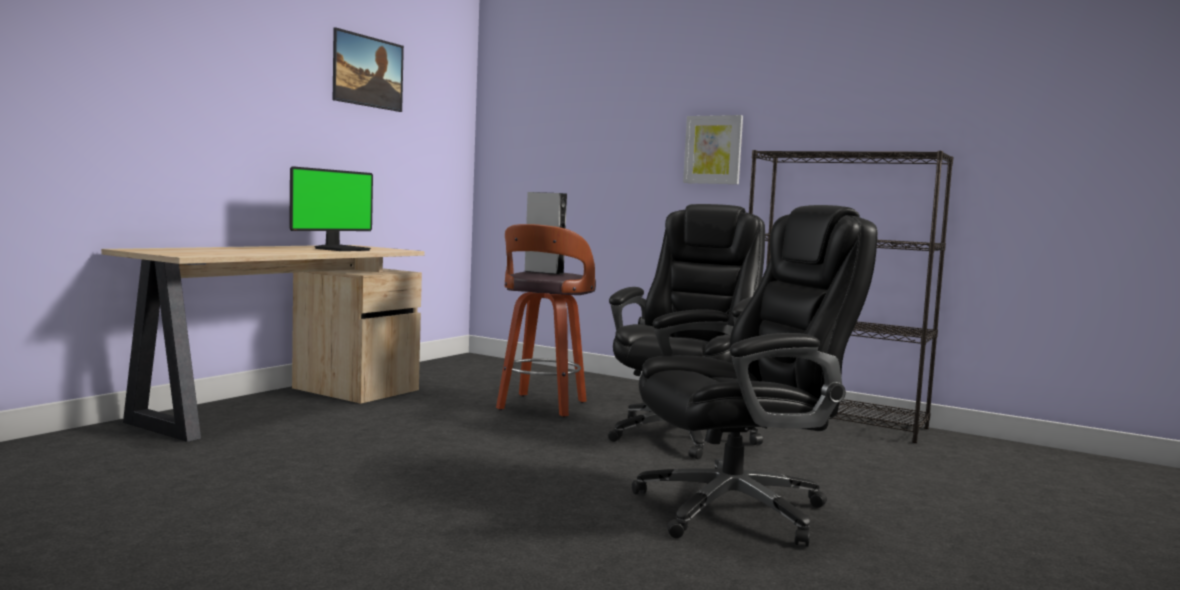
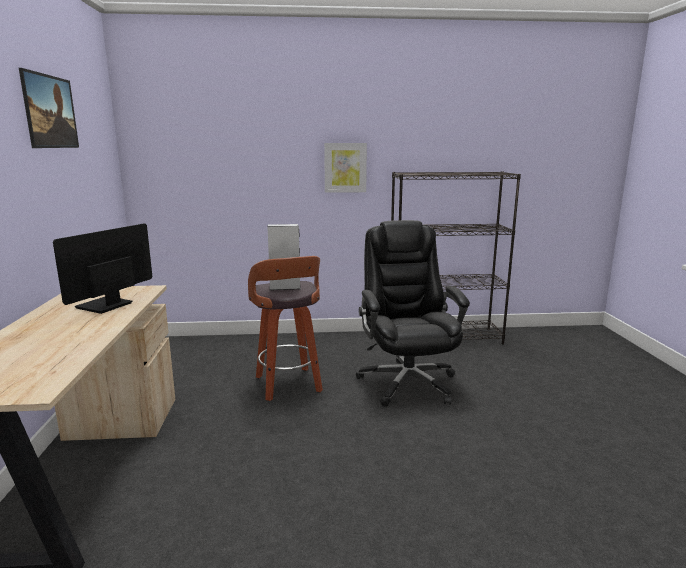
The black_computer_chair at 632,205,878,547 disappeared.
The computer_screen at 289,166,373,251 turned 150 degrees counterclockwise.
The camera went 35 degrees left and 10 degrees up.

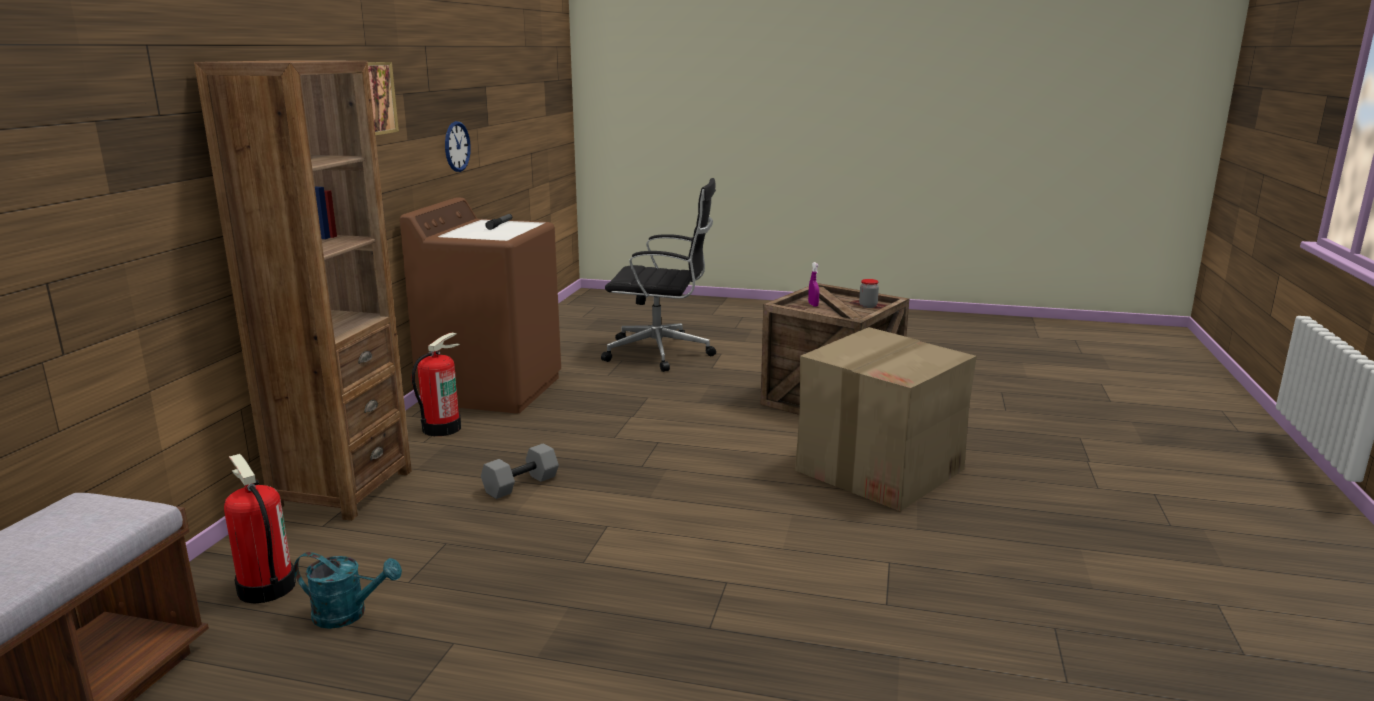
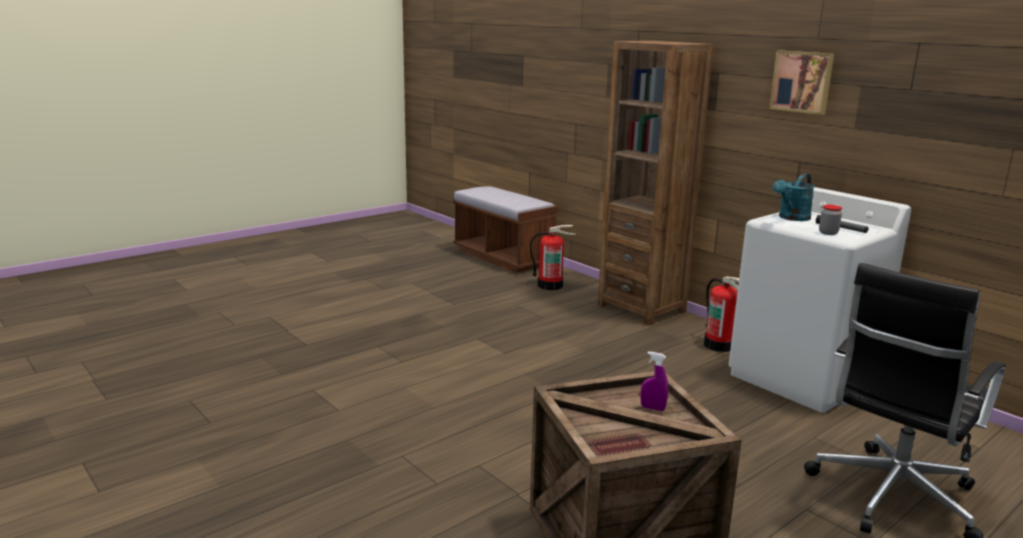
The wall_clock at 445,121,471,172 disappeared.
The greyish_dumbbell at 481,444,559,499 disappeared.
The packing_box at 795,327,977,511 disappeared.
The turquoise-coloured_sprinkling_can moved from 294,552,402,629 to 773,173,815,221.
The preserve_jar moved from 859,279,879,308 to 819,205,842,235.
The brown-coloured_laundry_machine at 400,197,561,413 became the white-coloured_laundry_machine at 728,187,911,413.
The camera went 125 degrees right and 0 degrees up.

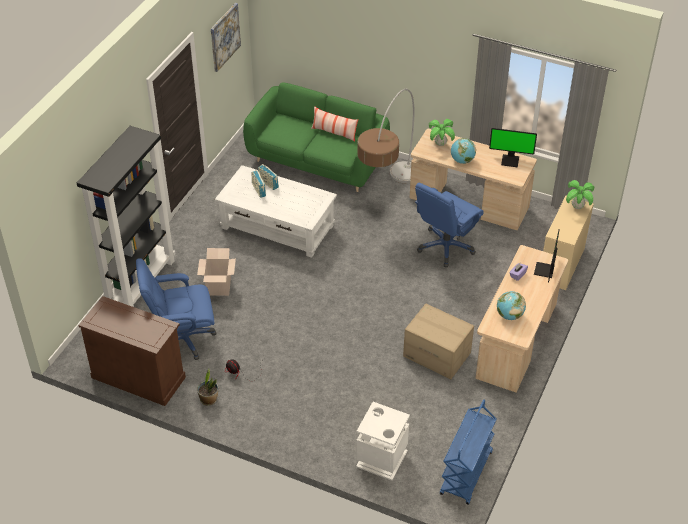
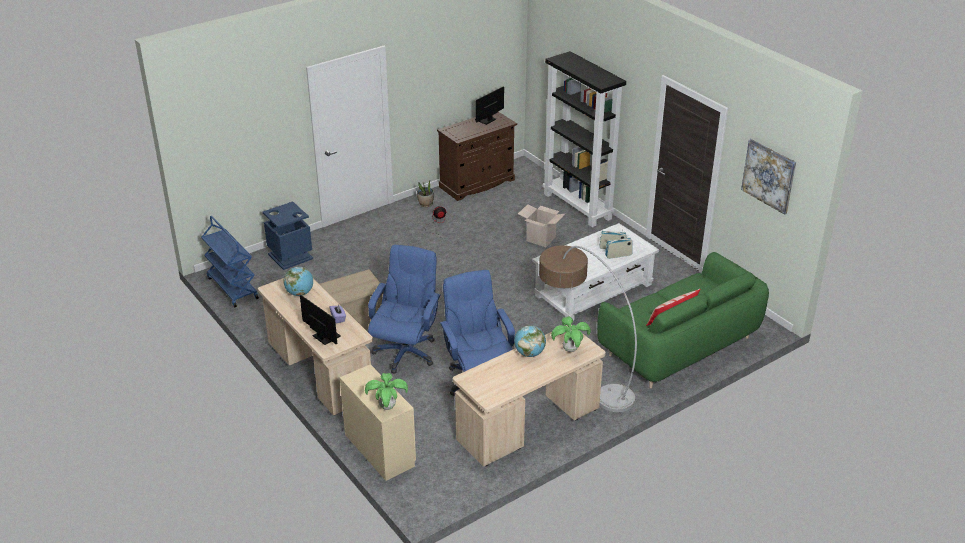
The bluish_computer_chair moved from 136,258,216,360 to 368,245,441,374.
The computer_screen moved from 489,128,537,167 to 475,86,504,125.
The white-coloured_trash_can at 356,402,410,481 became the bluish_trash_can at 263,201,313,270.
The camera went 120 degrees right and 10 degrees down.

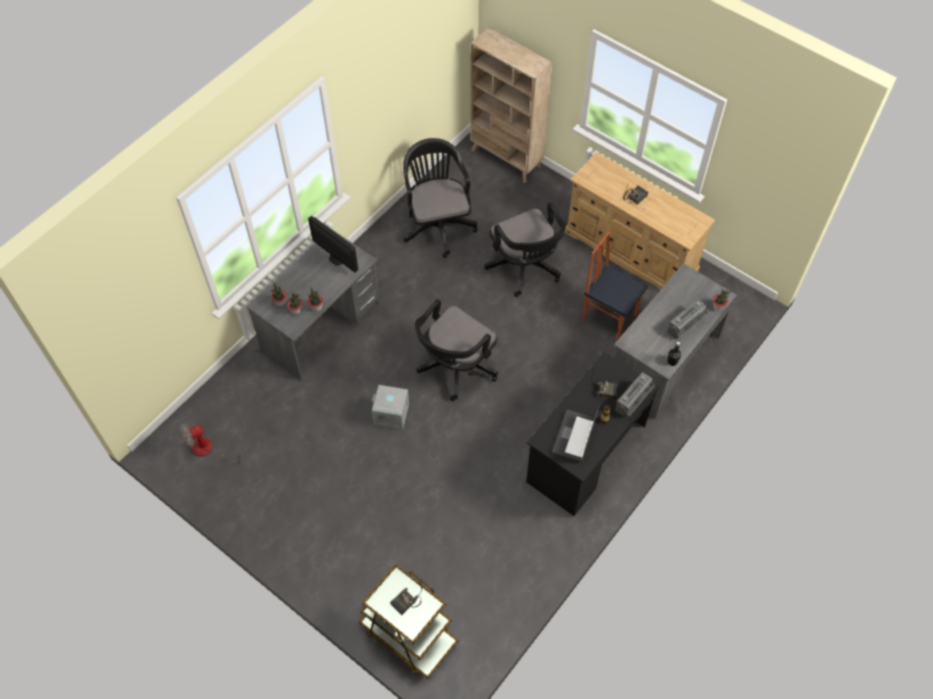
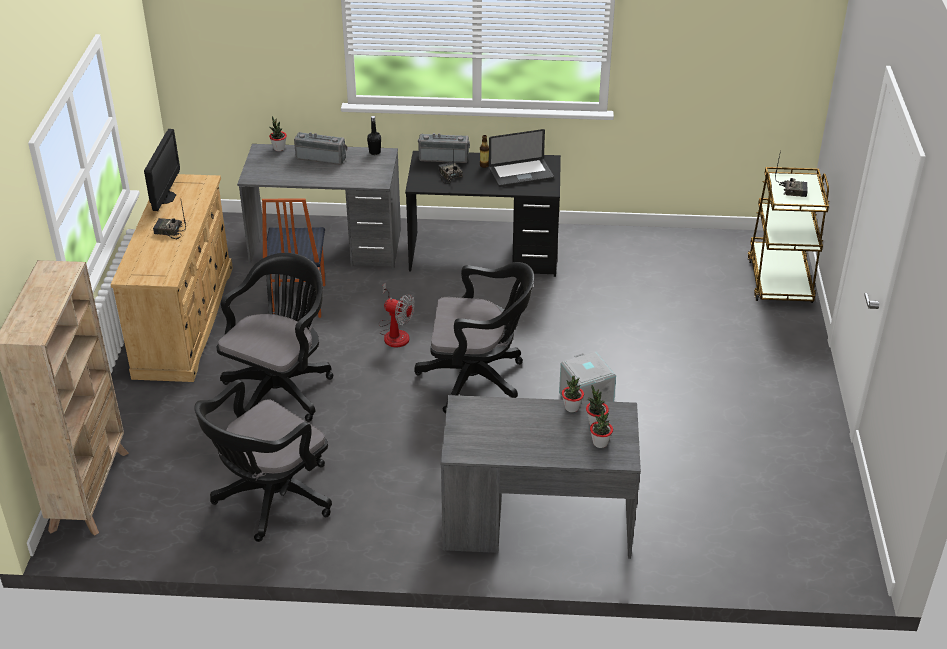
The electric_fan moved from 180,424,243,465 to 379,283,414,347.
The computer_screen moved from 308,216,358,273 to 144,129,180,211.
The camera went 125 degrees left and 20 degrees down.

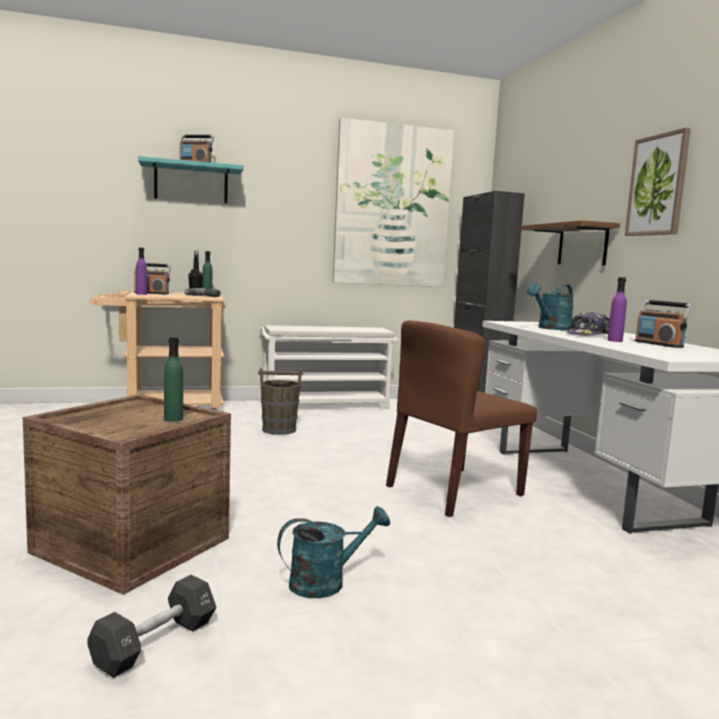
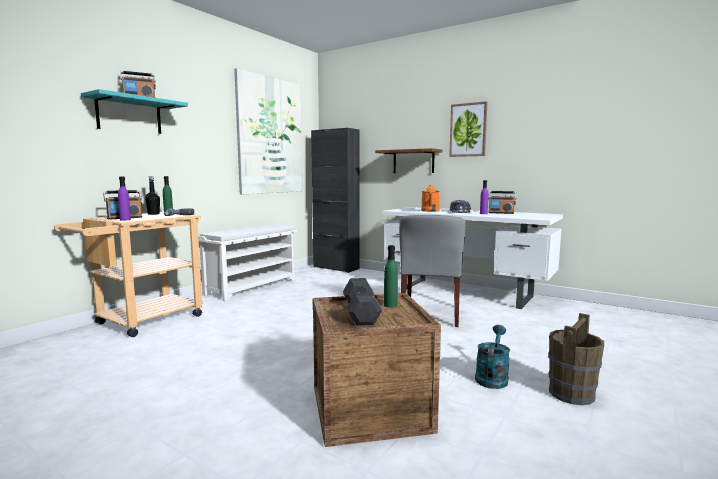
The black_dumbbell moved from 87,575,217,678 to 343,278,382,326.
The brown-coloured_pail moved from 258,368,303,435 to 549,313,604,405.
The brown-coloured_upright_chair at 386,320,537,517 became the greyish_upright_chair at 399,215,466,327.
The turquoise-coloured_sprinkling_can at 527,283,574,330 became the orange-coloured_sprinkling_can at 421,185,439,212.
The camera went 40 degrees left and 0 degrees up.

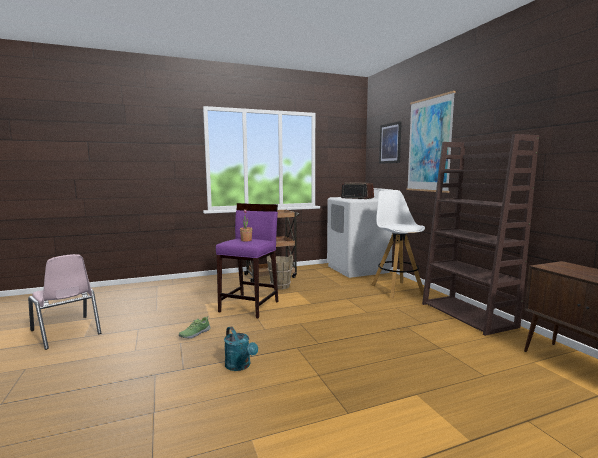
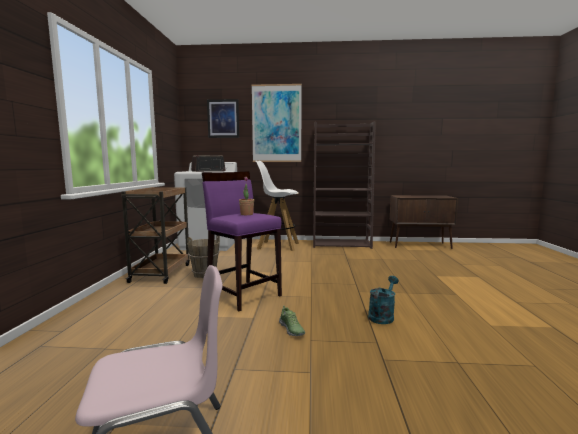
The turquoise-coloured_sprinkling_can at 224,326,258,371 turned 45 degrees counterclockwise.
The camera went 65 degrees left and 0 degrees up.

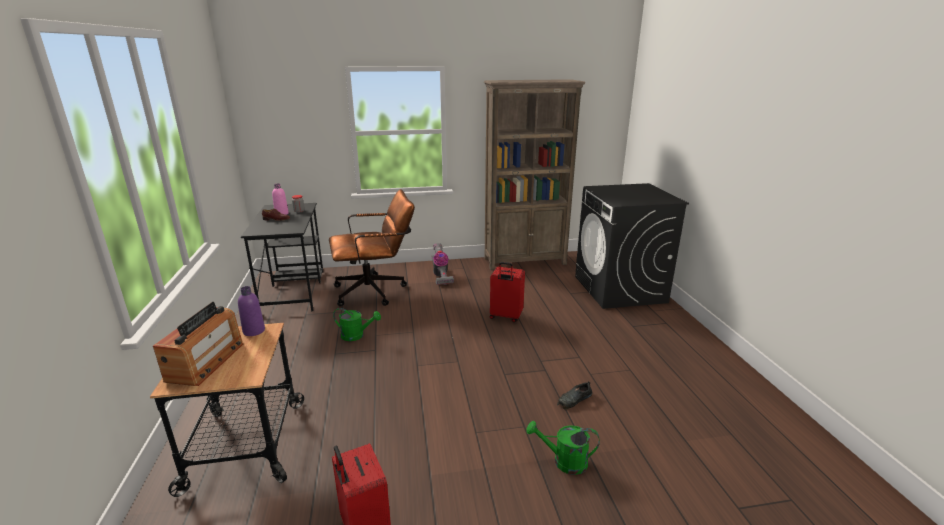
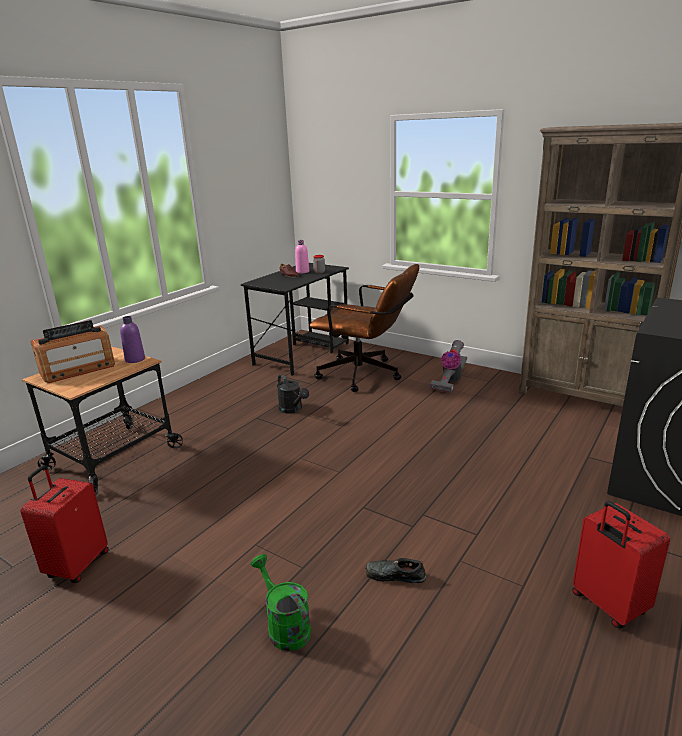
The red_suitcase moved from 490,262,525,322 to 572,501,670,628.
The green-coloured_sprinkling_can at 333,308,381,341 became the black_sprinkling_can at 277,375,309,414.
The camera went 45 degrees right and 0 degrees up.

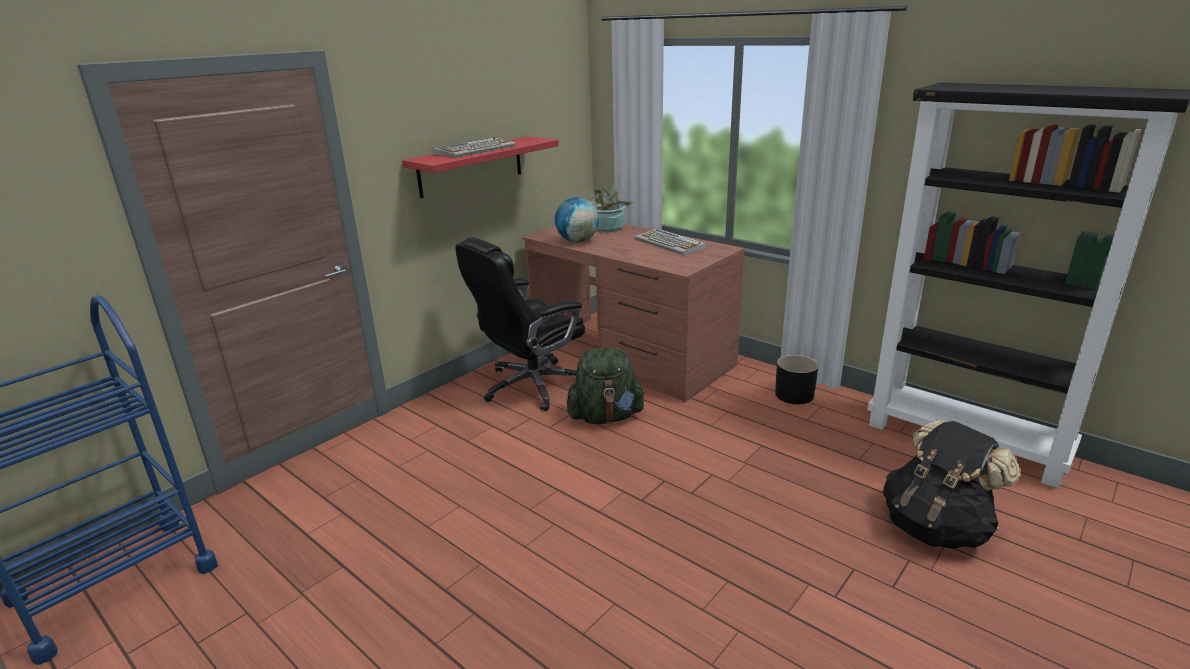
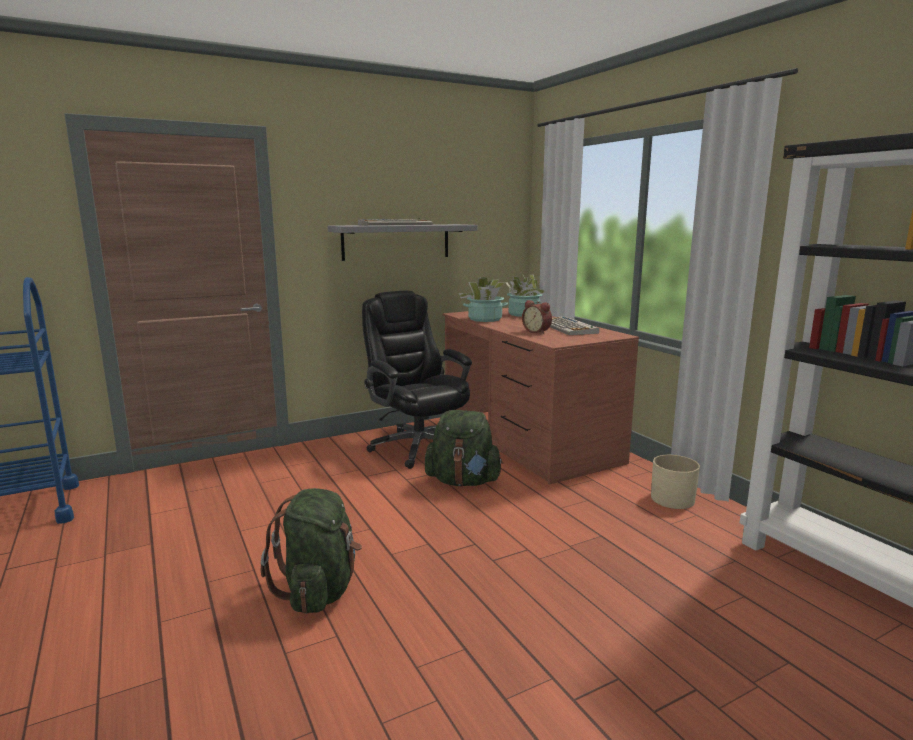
The black_rucksack at 883,420,1020,549 disappeared.
The green-coloured_rucksack at 260,488,362,614 appeared.
The bedside_clock at 522,300,552,334 appeared.
The world_globe at 555,197,599,242 was replaced by the plant_in_a_pot at 459,277,508,322.
The red_bracket_shelf at 402,136,559,198 became the greyish_bracket_shelf at 328,224,477,261.
The black_planter at 775,355,818,404 became the sand-coloured_planter at 651,455,700,509.
The black_computer_chair at 455,237,585,411 turned 75 degrees clockwise.
The camera went 20 degrees right and 10 degrees down.

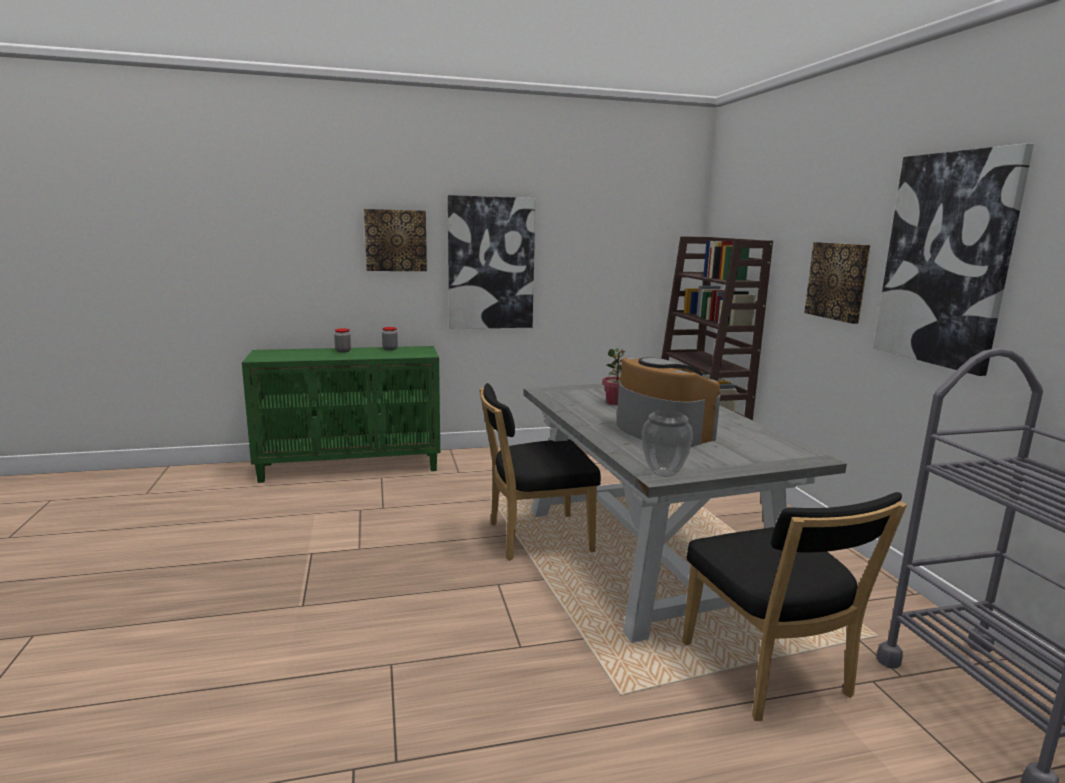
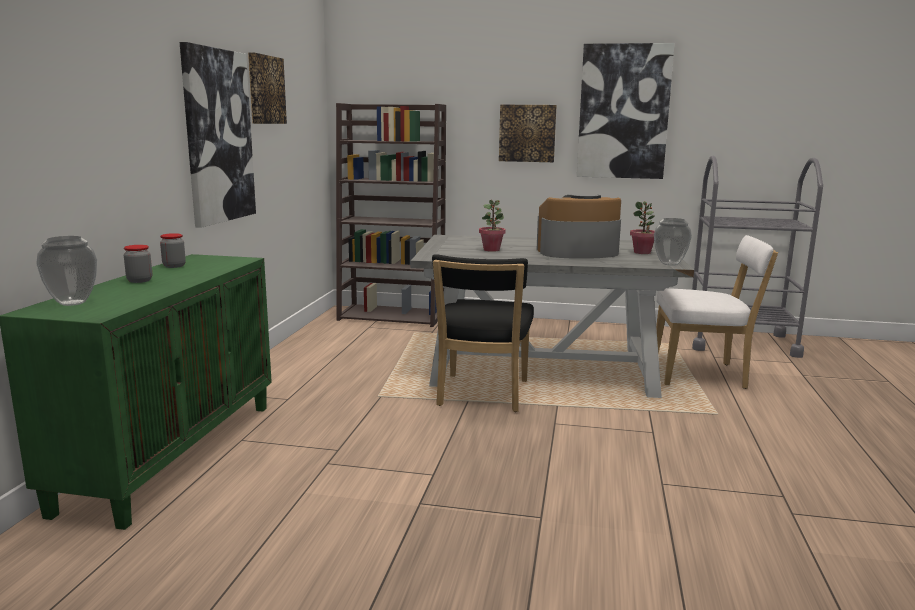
The vase at 36,236,97,306 appeared.
The plant_in_a_pot at 630,201,655,254 appeared.
The wall_art moved from 364,209,427,271 to 248,52,287,124.
The black_upright_chair at 682,492,907,721 became the white-coloured_upright_chair at 656,235,778,389.
The camera went 65 degrees left and 0 degrees up.

